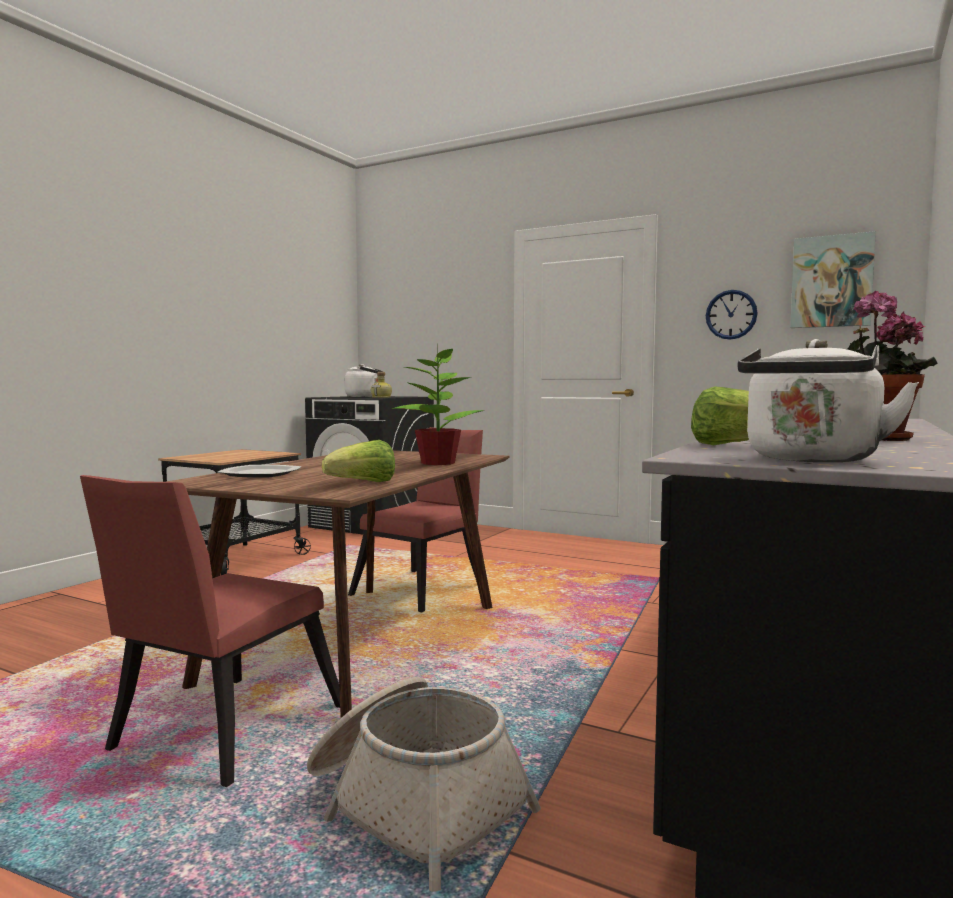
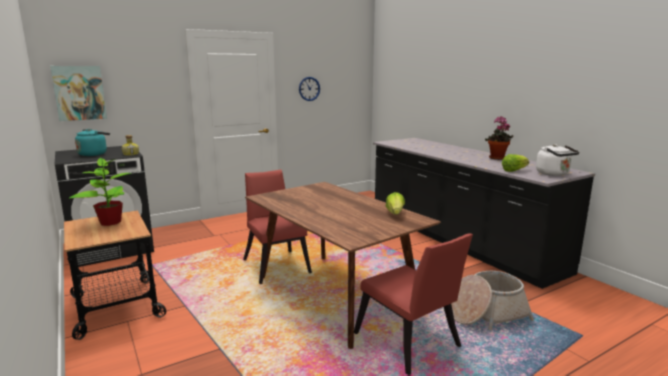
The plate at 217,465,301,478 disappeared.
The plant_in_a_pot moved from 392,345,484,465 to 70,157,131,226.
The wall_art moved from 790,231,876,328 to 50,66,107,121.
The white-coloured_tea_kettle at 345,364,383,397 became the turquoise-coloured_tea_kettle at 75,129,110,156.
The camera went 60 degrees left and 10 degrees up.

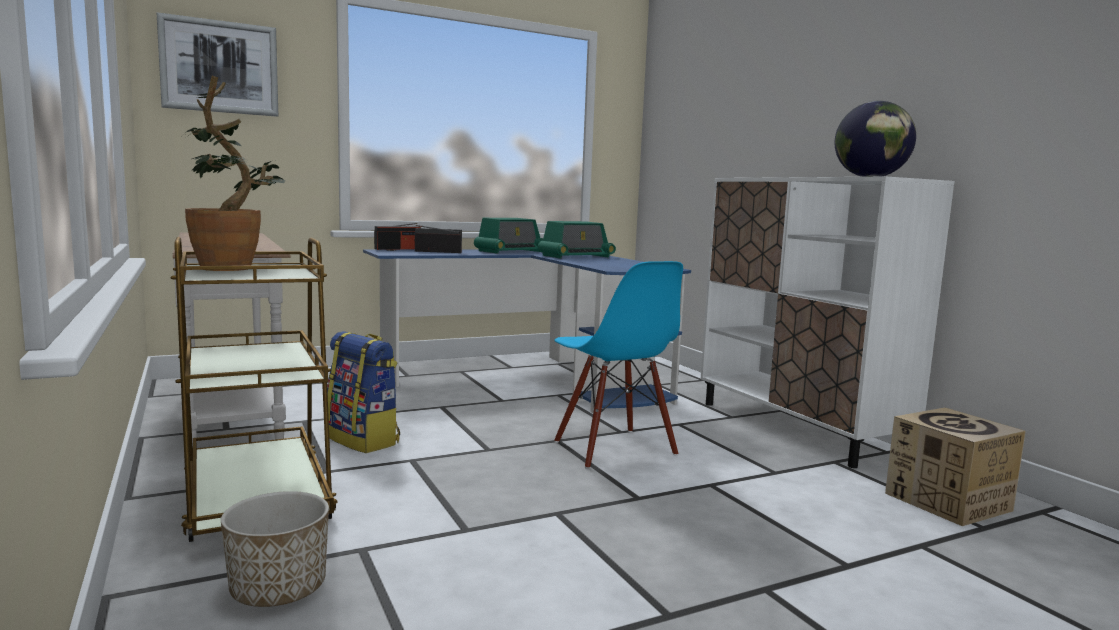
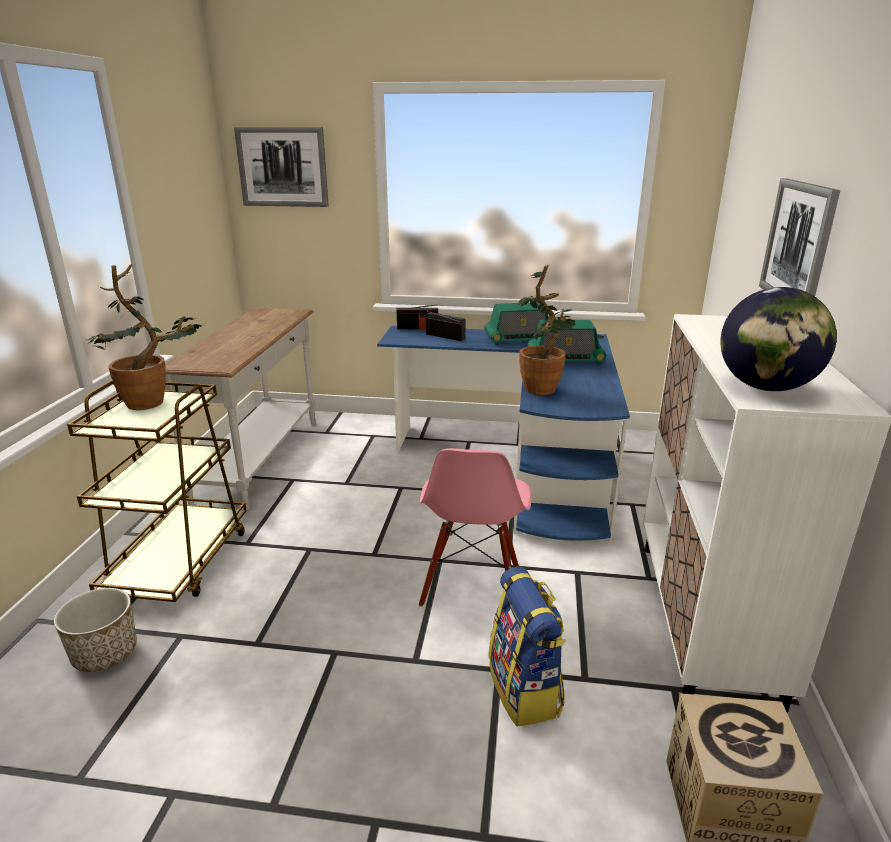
The plant_in_a_pot at 518,265,576,395 appeared.
The wall_art at 759,178,840,296 appeared.
The rucksack moved from 327,331,400,453 to 488,566,566,726.
The bluish_upright_chair at 554,261,683,469 became the pinkish_upright_chair at 419,448,532,607.
The camera went 35 degrees right and 15 degrees up.

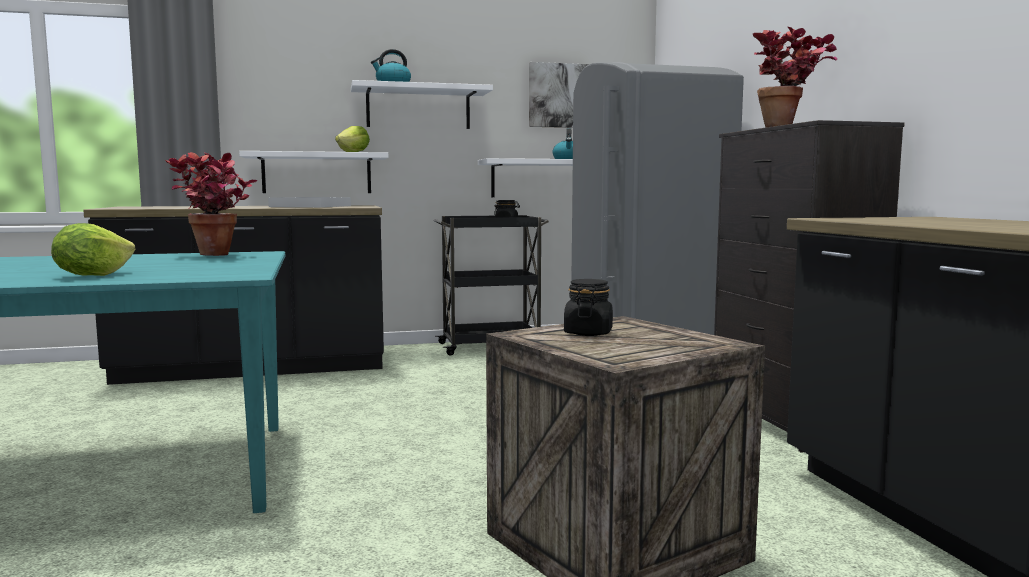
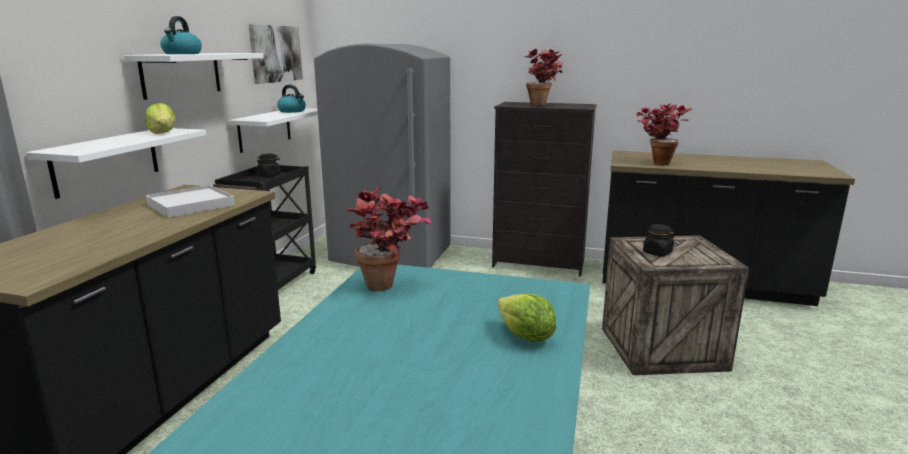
The plant_in_a_pot at 636,104,692,165 appeared.
The camera went 60 degrees left and 10 degrees up.

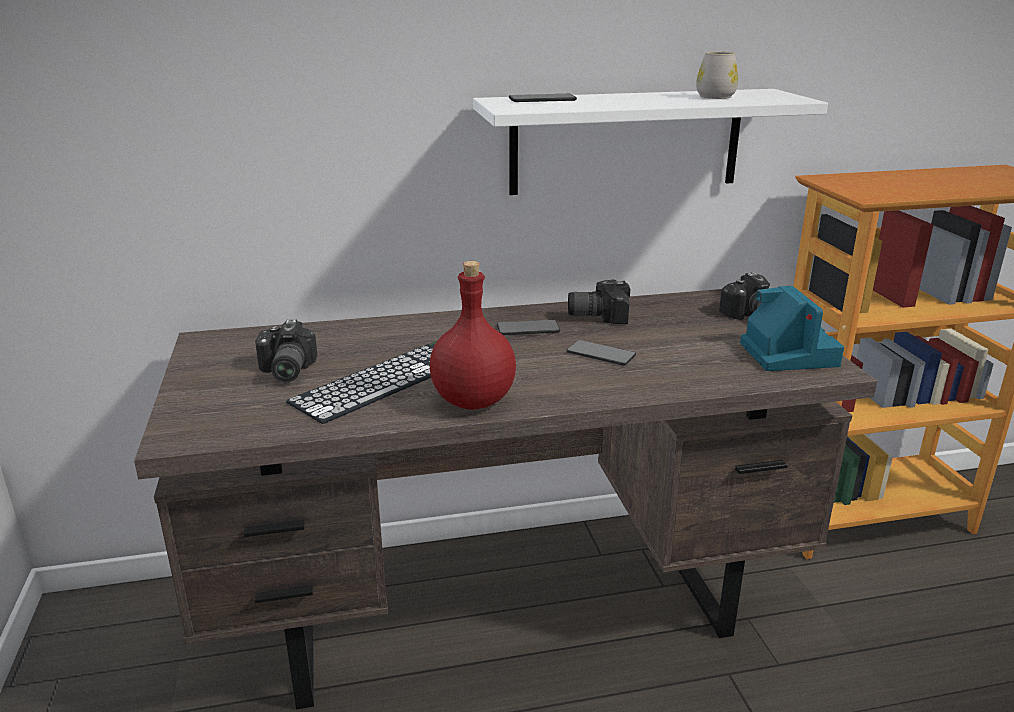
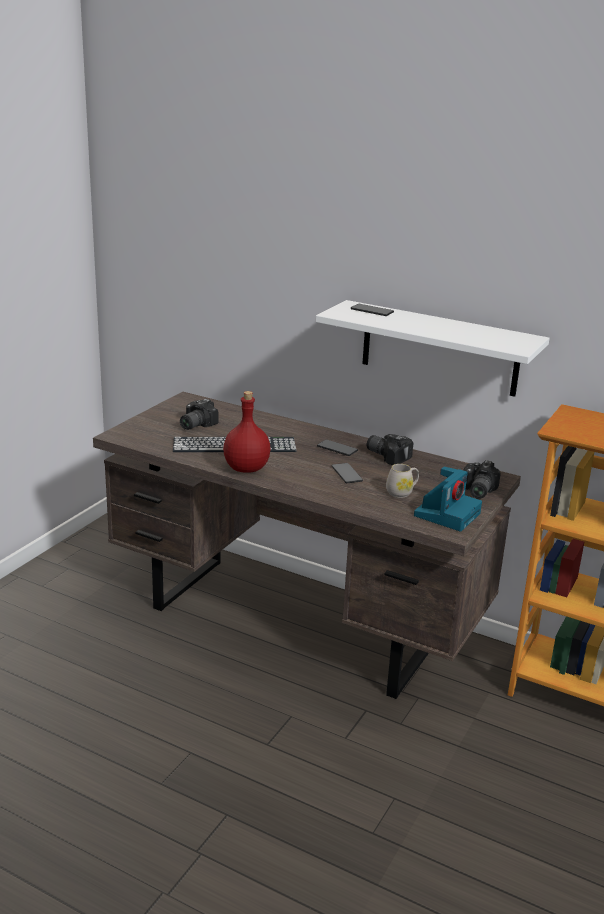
The white-coloured_mug moved from 696,51,738,99 to 386,464,419,498.
The camera went 40 degrees right and 0 degrees up.

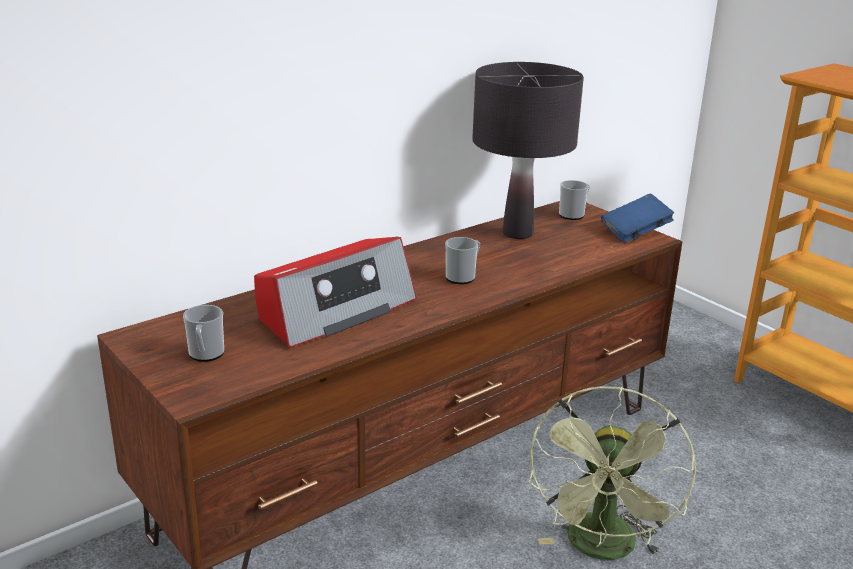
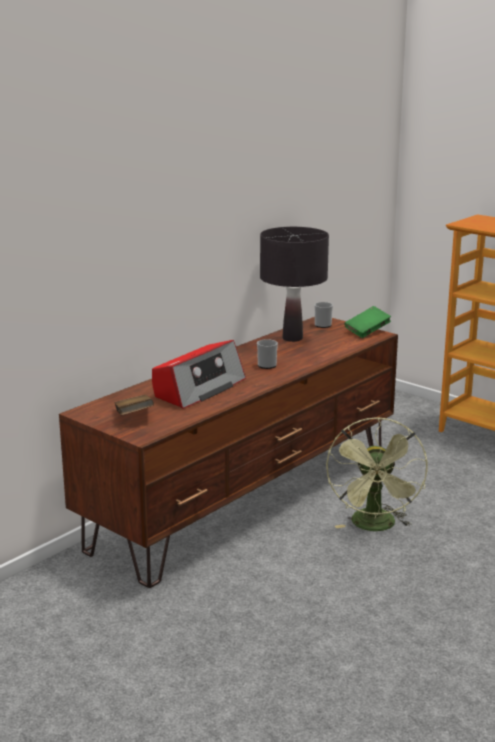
The mug at 183,305,224,362 was replaced by the brown-coloured_bound_book at 114,395,154,416.
The bluish_bound_book at 601,193,674,243 became the green-coloured_bound_book at 344,306,391,338.
The camera went 10 degrees left and 5 degrees down.

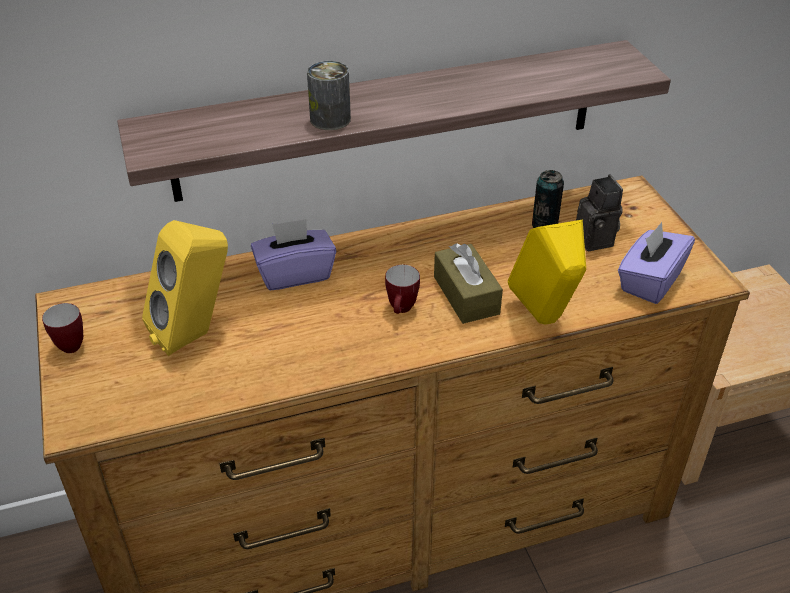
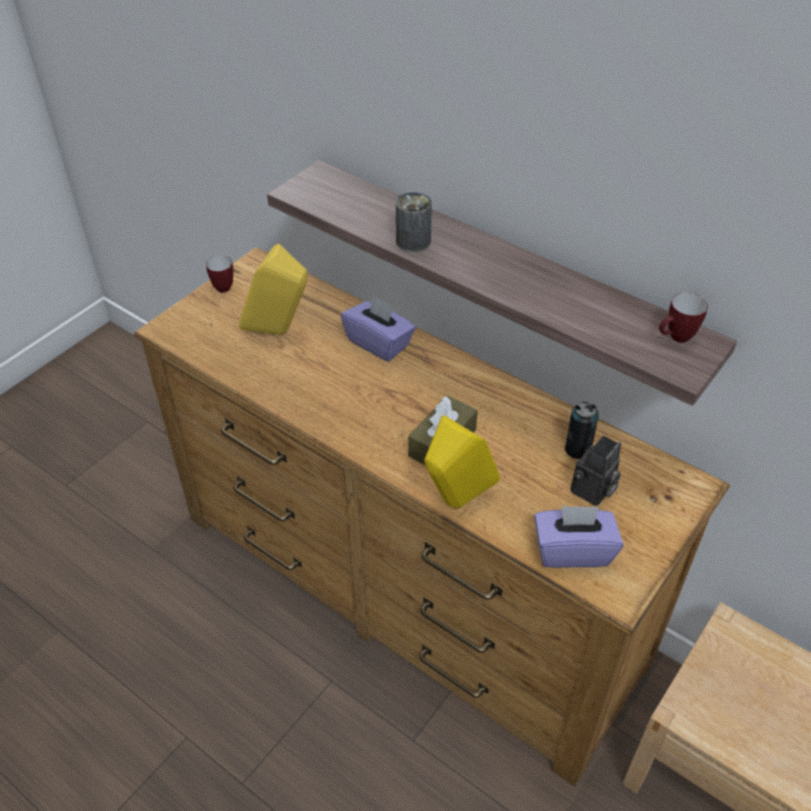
The mug moved from 385,265,420,314 to 659,292,708,343.
The camera went 55 degrees right and 5 degrees up.

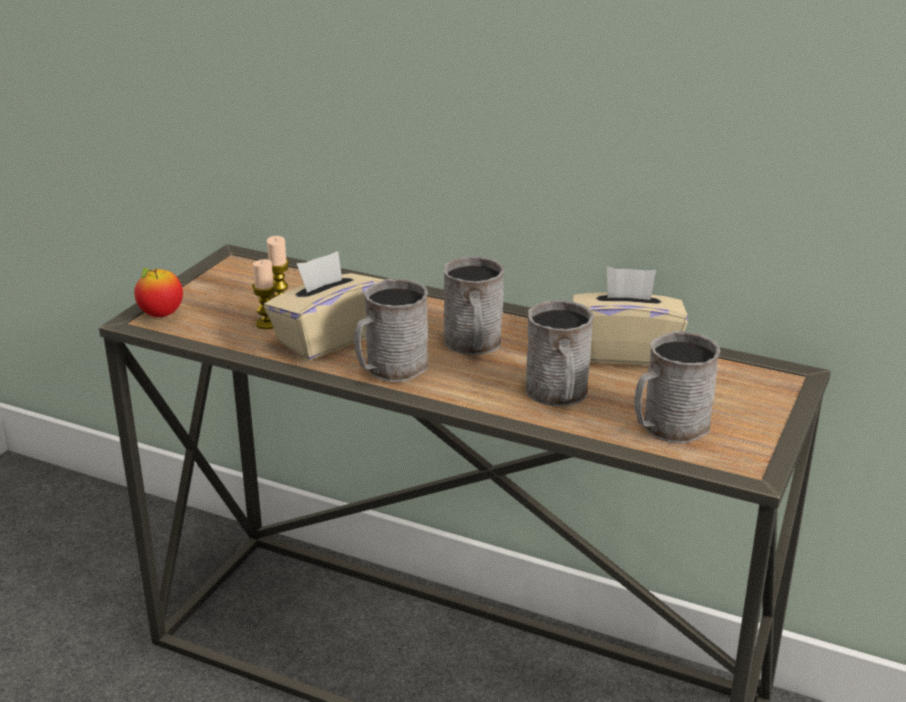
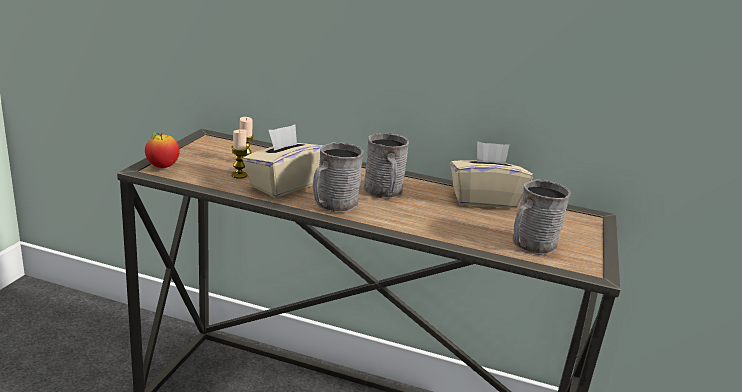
The greyish_mug at 525,300,593,407 disappeared.
The camera went 10 degrees left and 5 degrees down.

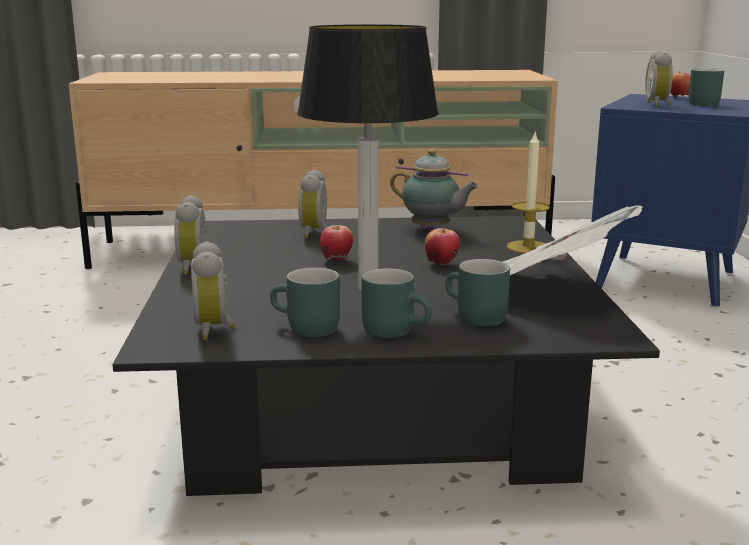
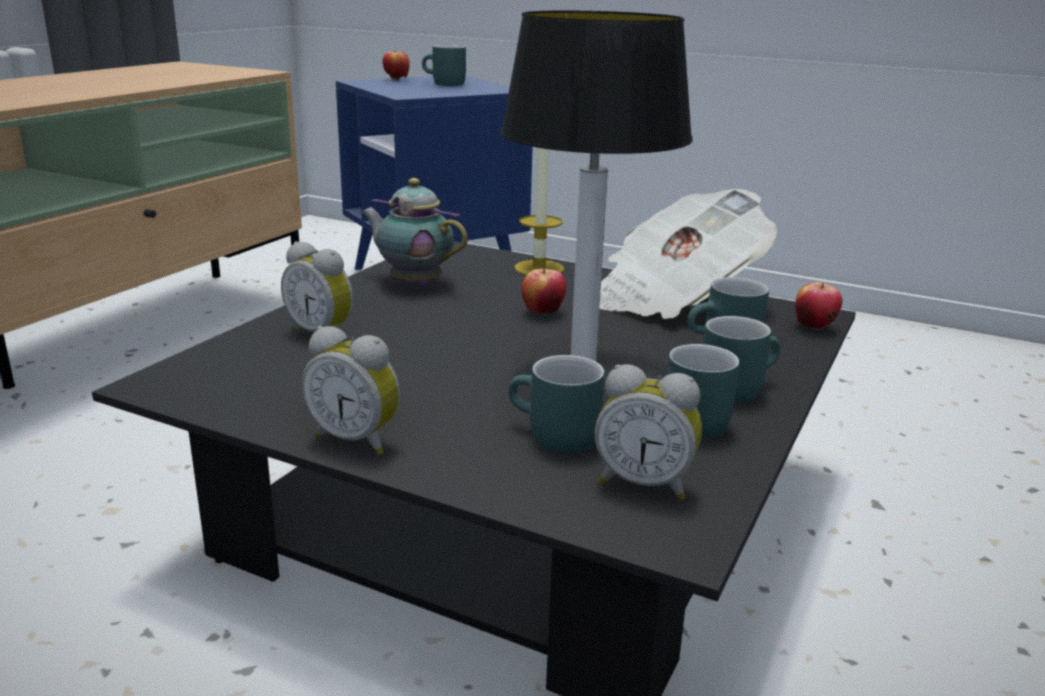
The bedside_clock at 645,51,673,107 disappeared.
The turquoise-coloured_mug at 509,355,605,454 appeared.
The whole_apple moved from 320,225,353,260 to 795,282,842,330.
The teapot at 390,149,479,229 turned 120 degrees counterclockwise.
The camera went 60 degrees left and 5 degrees up.

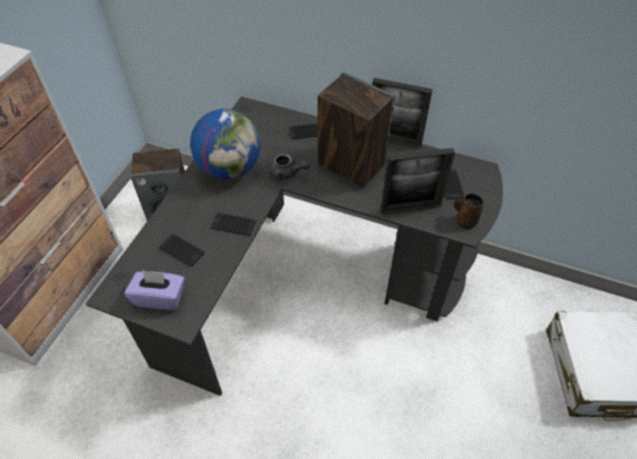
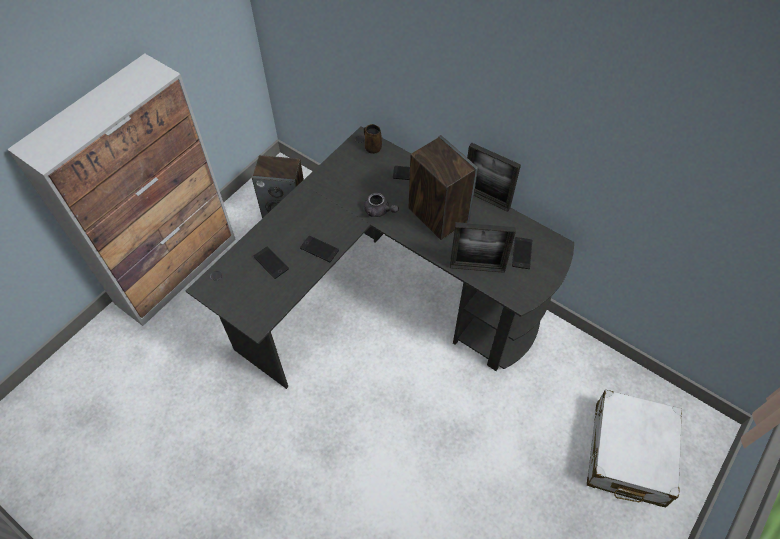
The purple_tissue_box at 124,270,185,310 disappeared.
The world_globe at 190,109,261,179 disappeared.
The brown-coloured_mug moved from 454,193,484,229 to 364,124,382,154.
The camera went 15 degrees right and 5 degrees up.

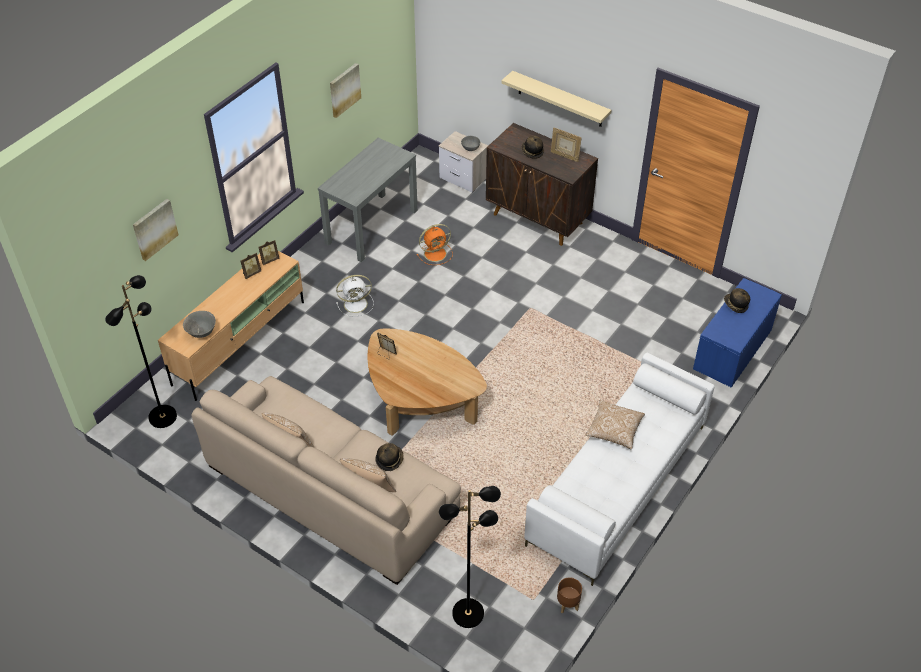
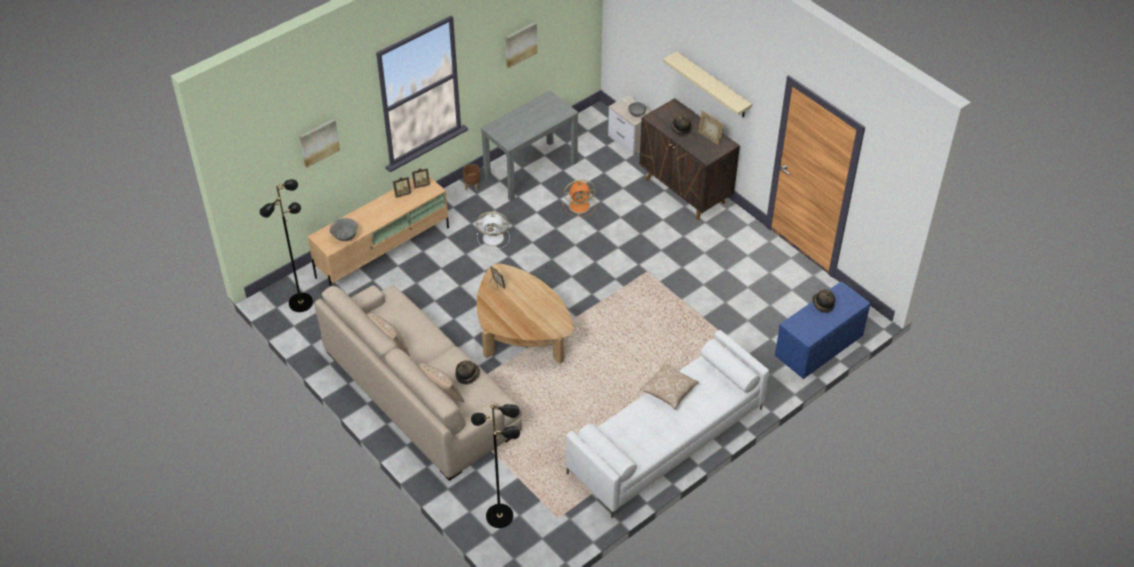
The brown-coloured_planter moved from 557,577,582,614 to 463,164,480,191.
The camera went 15 degrees right and 0 degrees up.

